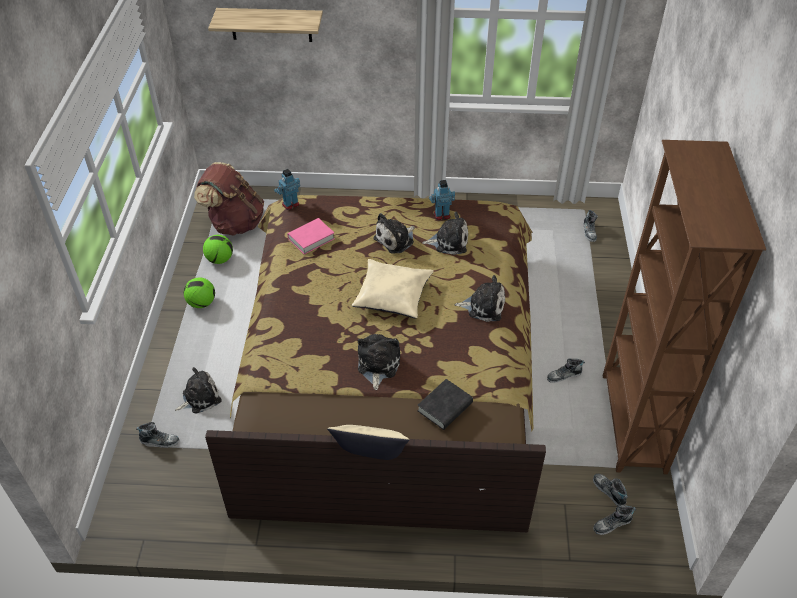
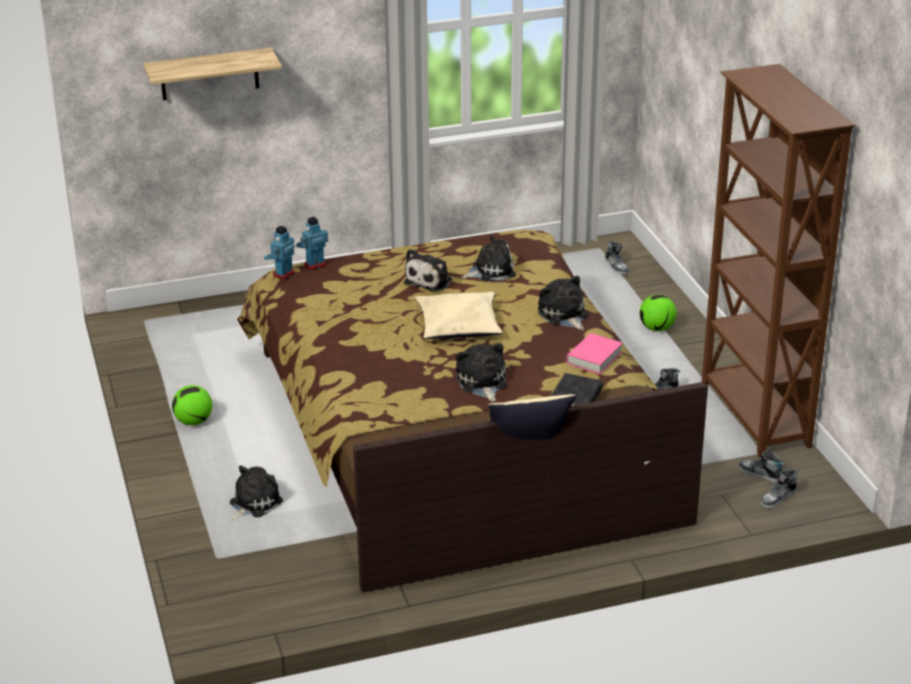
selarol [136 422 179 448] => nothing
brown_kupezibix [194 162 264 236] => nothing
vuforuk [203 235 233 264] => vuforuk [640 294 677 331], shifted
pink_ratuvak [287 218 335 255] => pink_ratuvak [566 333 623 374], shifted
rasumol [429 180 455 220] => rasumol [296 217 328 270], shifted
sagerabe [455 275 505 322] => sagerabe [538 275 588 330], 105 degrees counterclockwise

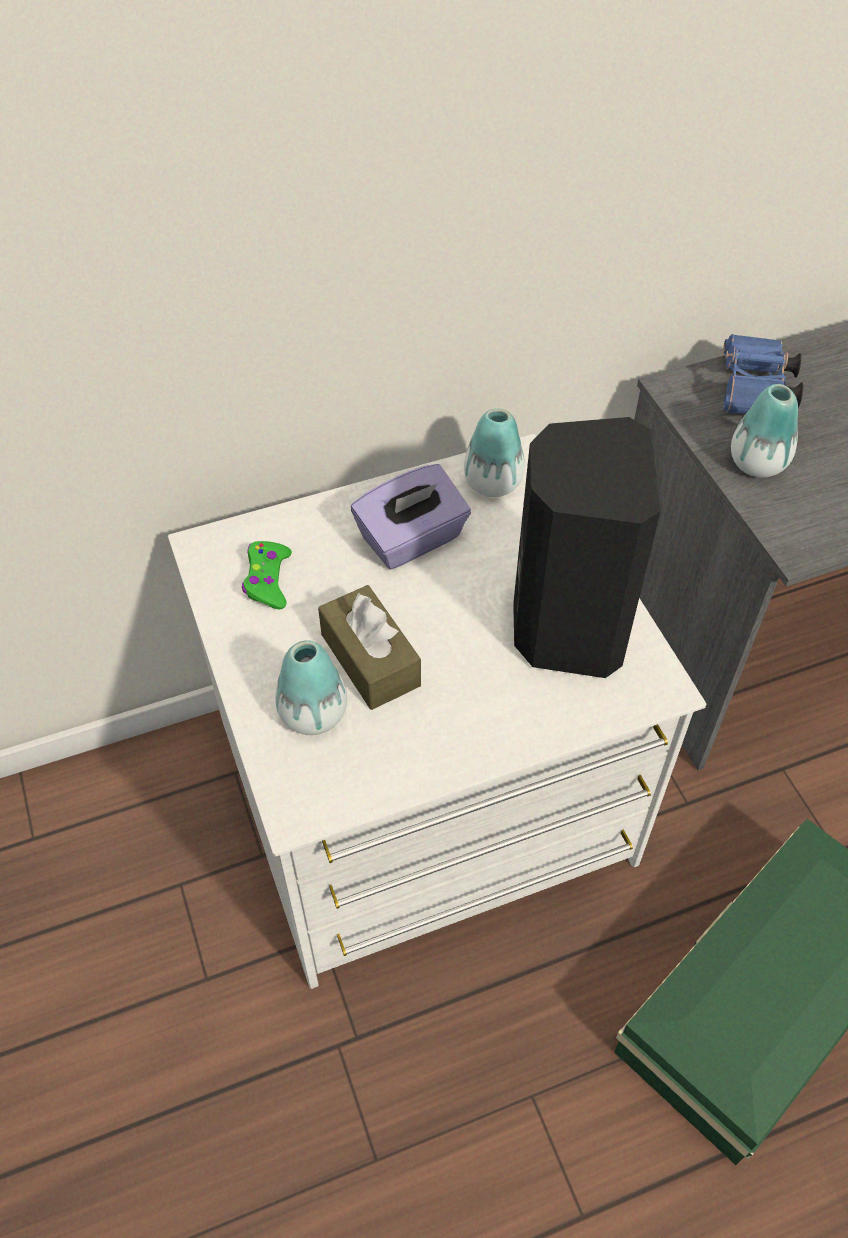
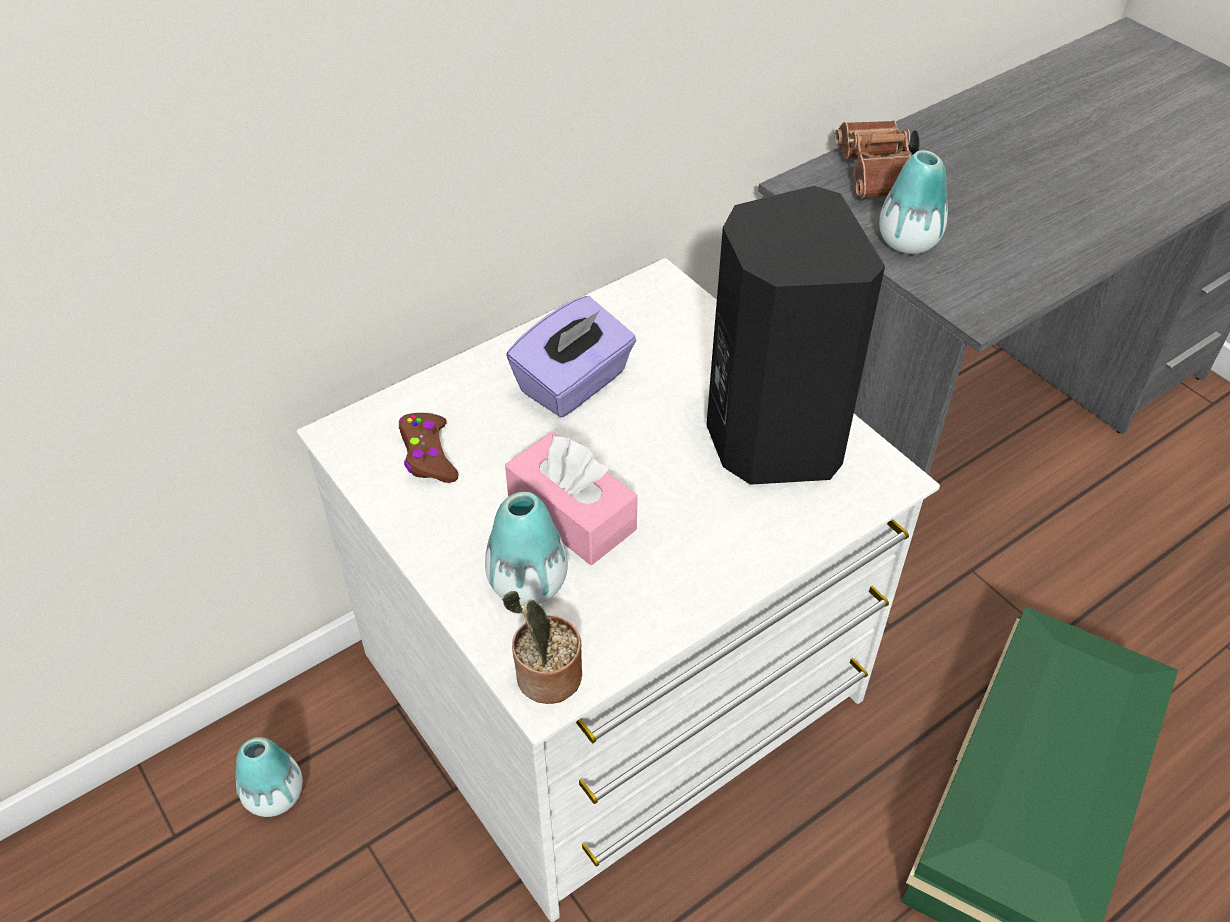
nothing => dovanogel [502 591 582 704]
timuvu [464 409 525 497] => timuvu [236 737 303 817], shifted
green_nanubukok [242 541 292 609] => brown_nanubukok [399 413 459 483]
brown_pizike [318 585 421 710] => pink_pizike [505 432 638 565]
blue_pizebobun [723 334 803 414] => brown_pizebobun [835 121 919 199]

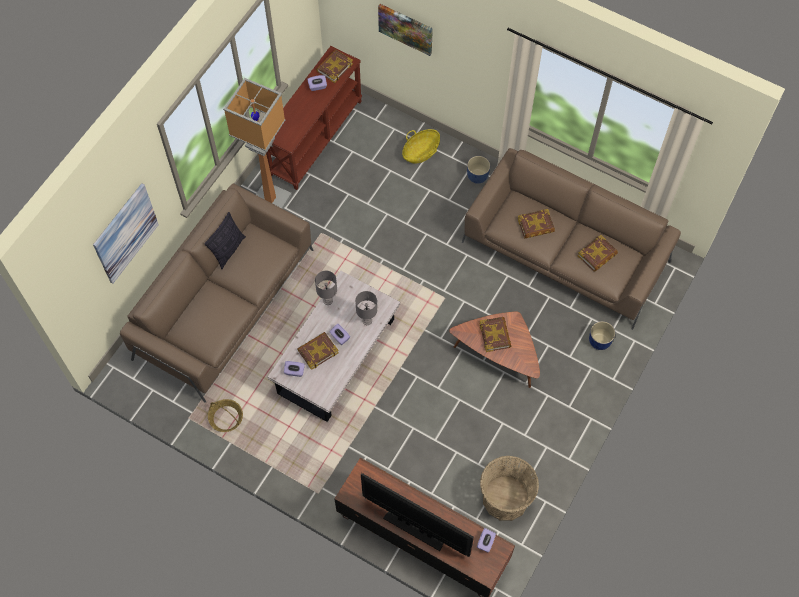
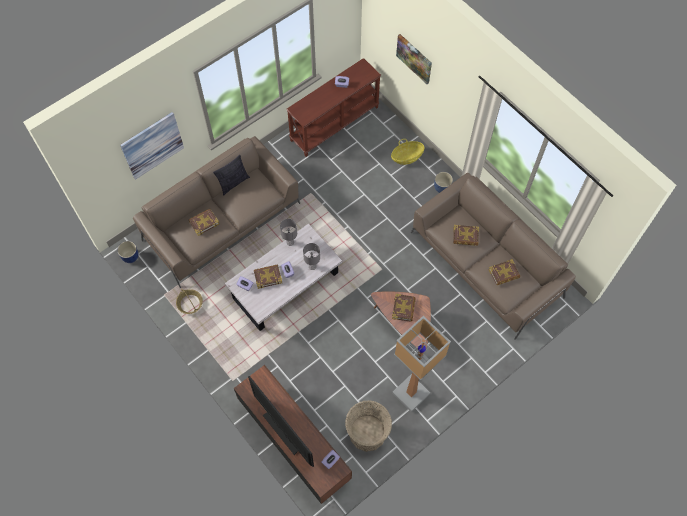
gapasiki [223 78 292 209] => gapasiki [392 316 451 412], shifted
ratuvak [316 49 353 83] => ratuvak [189 209 219 236], shifted
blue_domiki [589 321 615 350] => blue_domiki [117 241 139 263], shifted

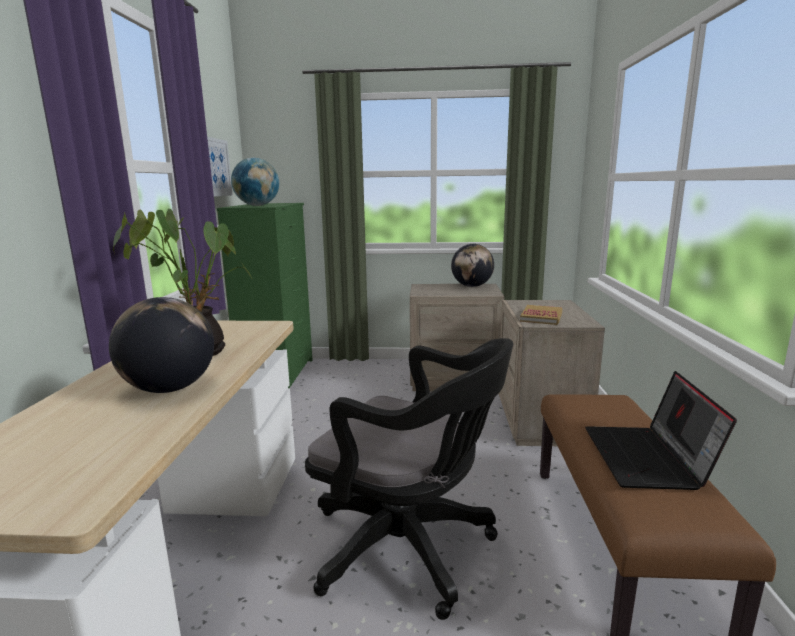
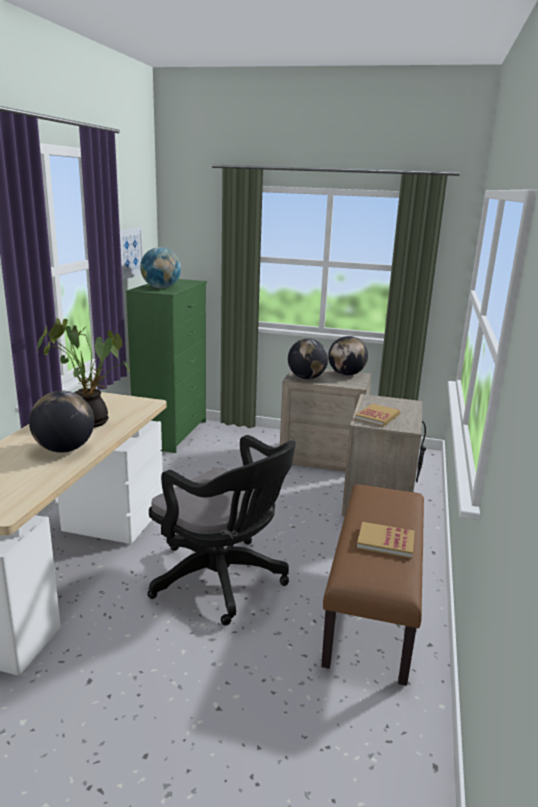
nothing => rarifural [288 338 328 379]
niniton [585 371 737 490] => ratuvak [357 522 415 559]

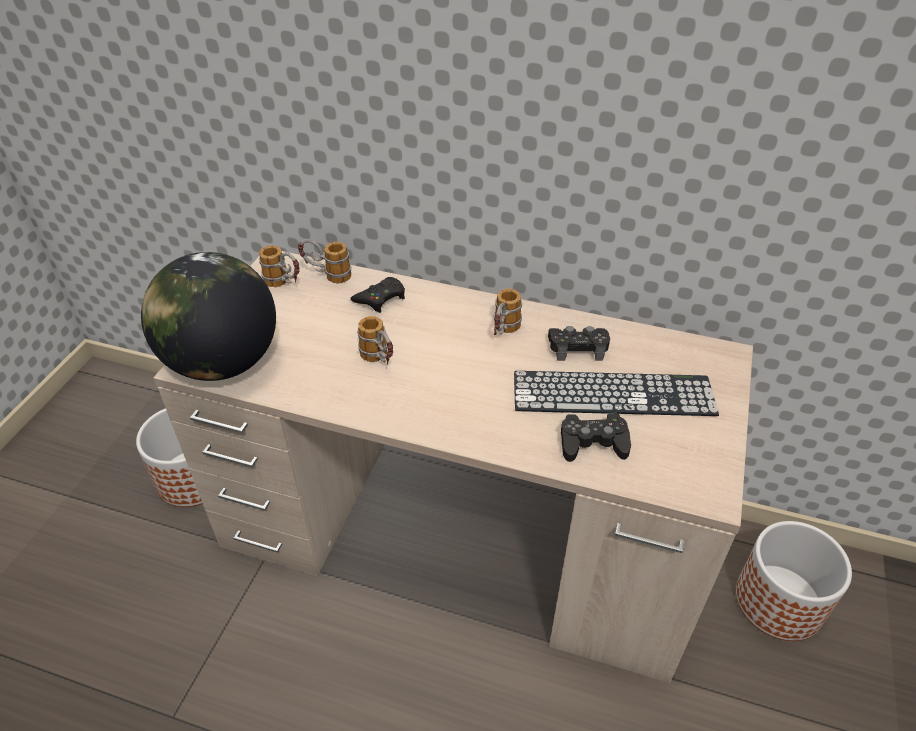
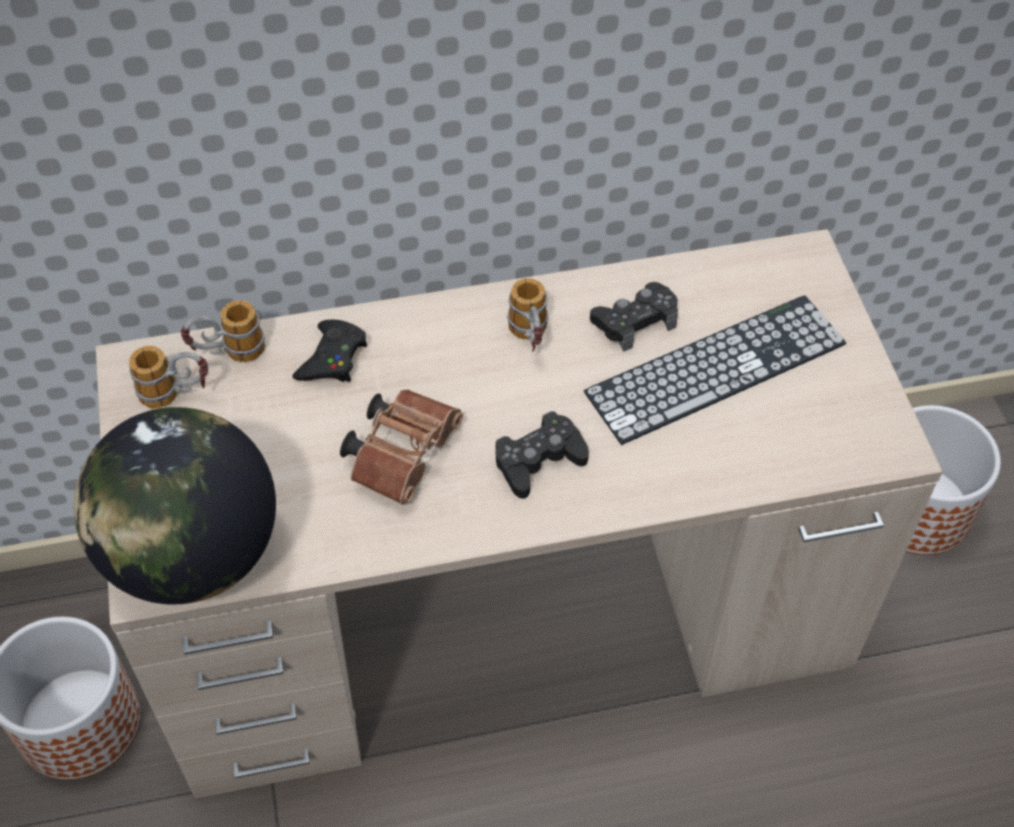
black_nanubukok [561 413 631 462] => black_nanubukok [495 411 589 499], shifted
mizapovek [357 316 393 364] => brown_pizebobun [340 390 463 505]

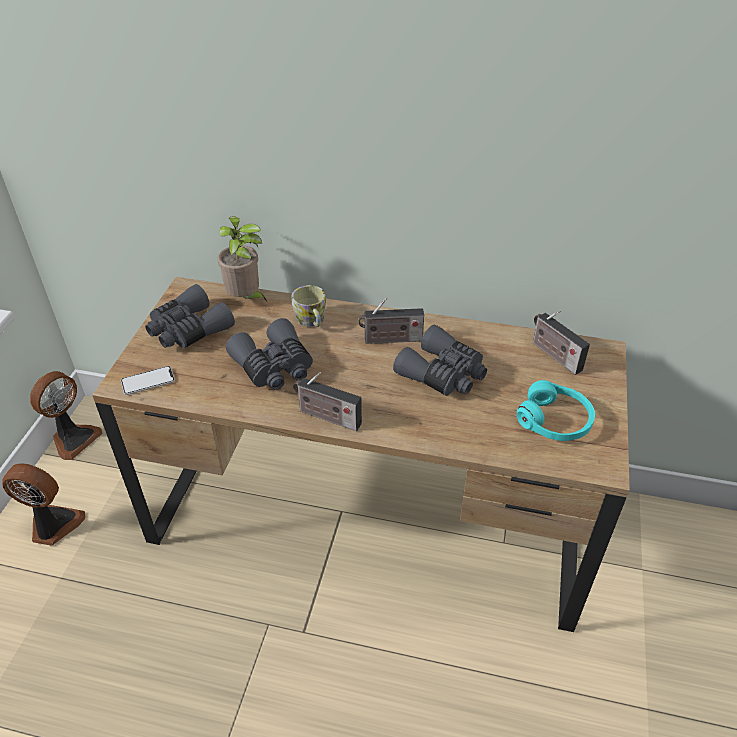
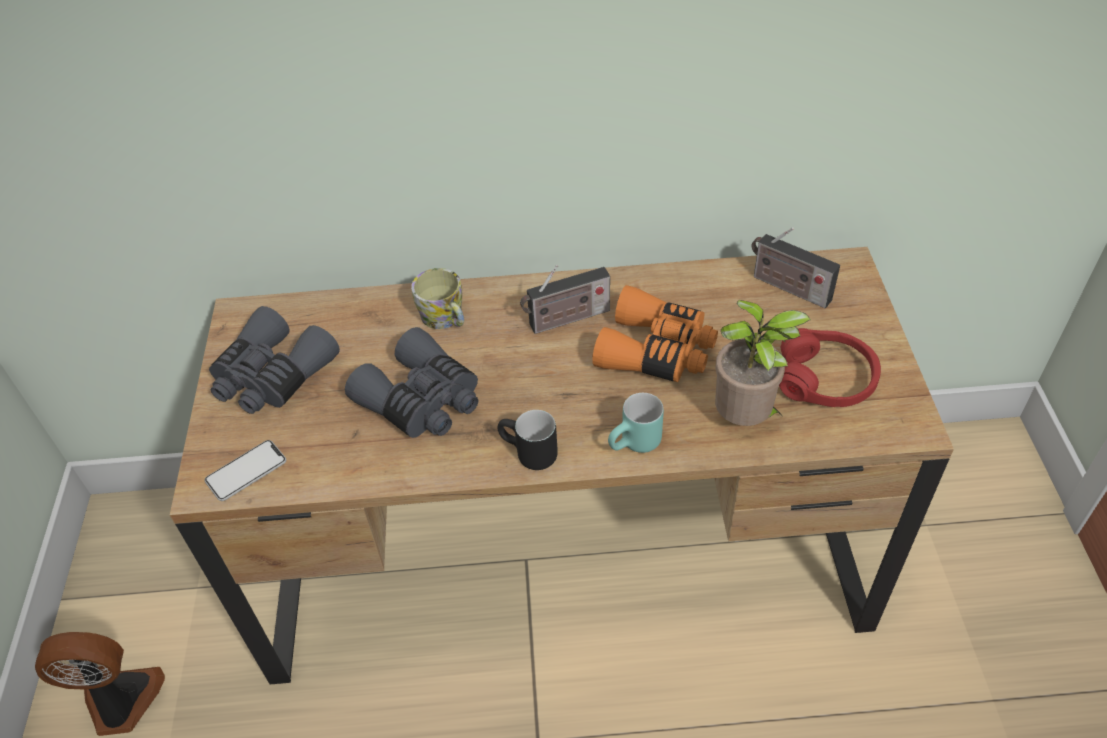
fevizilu [30 371 103 460] => nothing
nothing => turquoise_mizapovek [608 393 664 453]
dovanogel [217 216 268 303] => dovanogel [715 300 811 426], shifted
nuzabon [293 372 362 431] => black_mizapovek [498 410 558 470]
grey_pizebobun [393 325 487 396] => orange_pizebobun [592 285 718 382]
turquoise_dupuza [517 380 595 441] => red_dupuza [779 328 881 407]

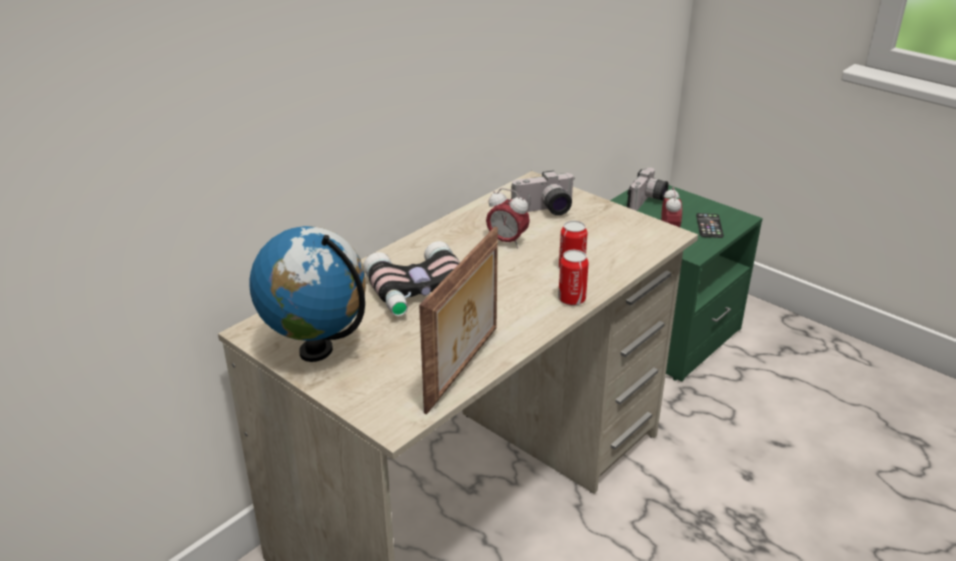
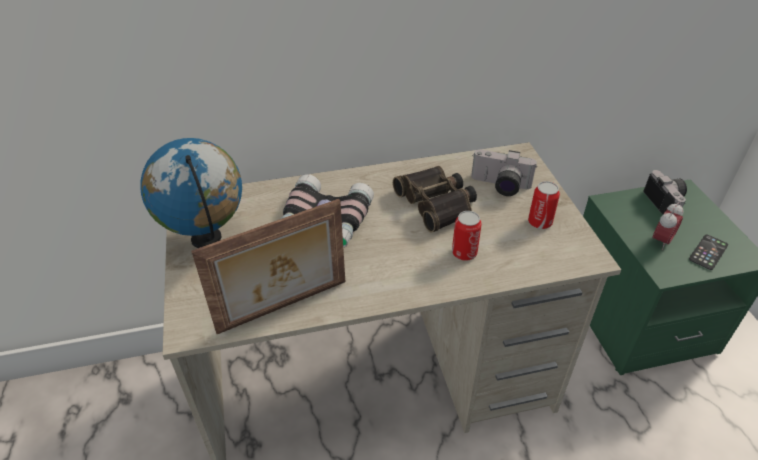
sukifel [558 250 589 306] => sukifel [528 181 560 229], shifted
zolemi [486 188 530 248] => pizebobun [393 166 477 233]
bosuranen [627 167 669 211] => bosuranen [643 170 687 215], 75 degrees counterclockwise

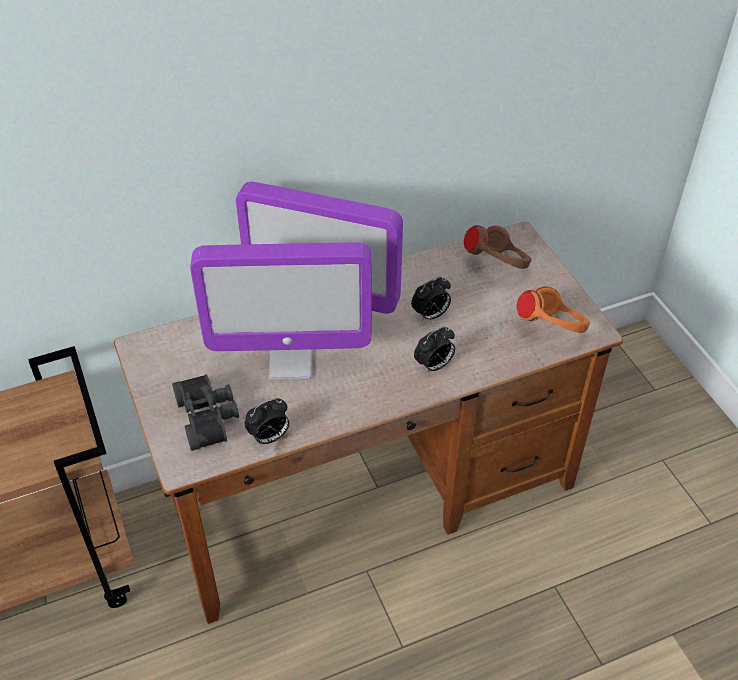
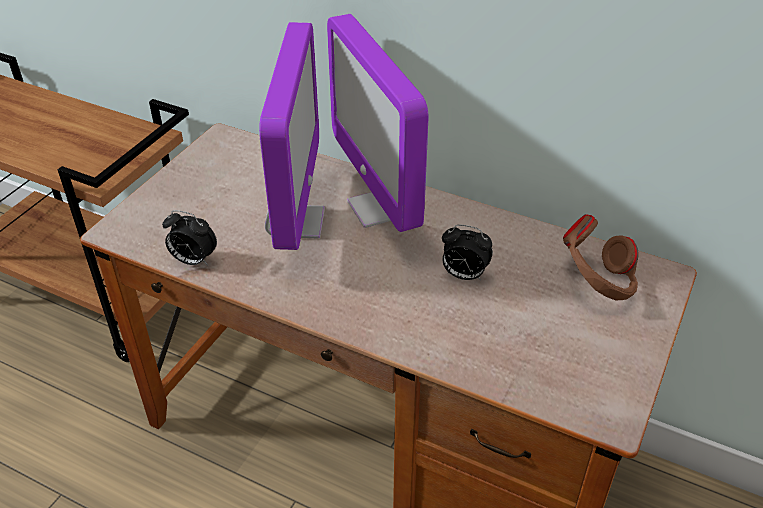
black_pizebobun [172 374 239 451] => nothing
zolemi [414 326 455 372] => nothing
orange_dupuza [517 286 590 333] => nothing
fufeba [190 242 372 380] => fufeba [259 22 325 250], 135 degrees counterclockwise

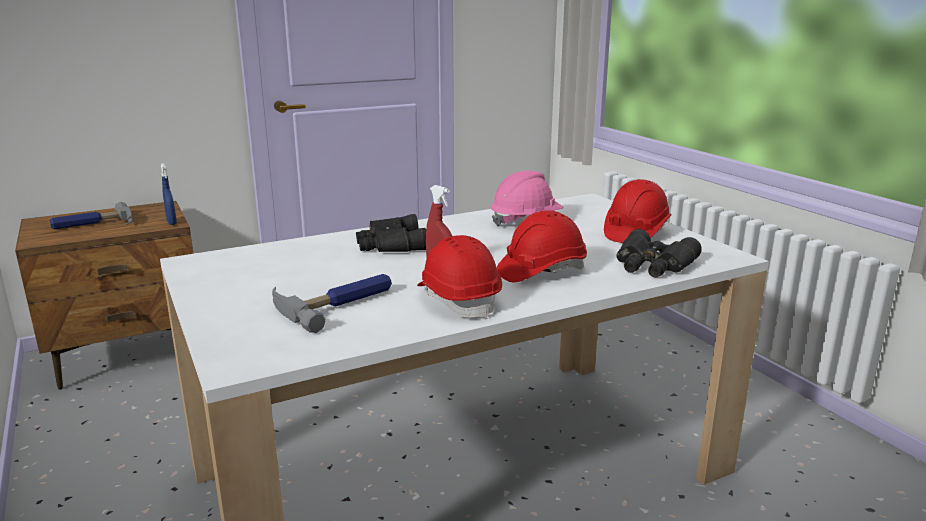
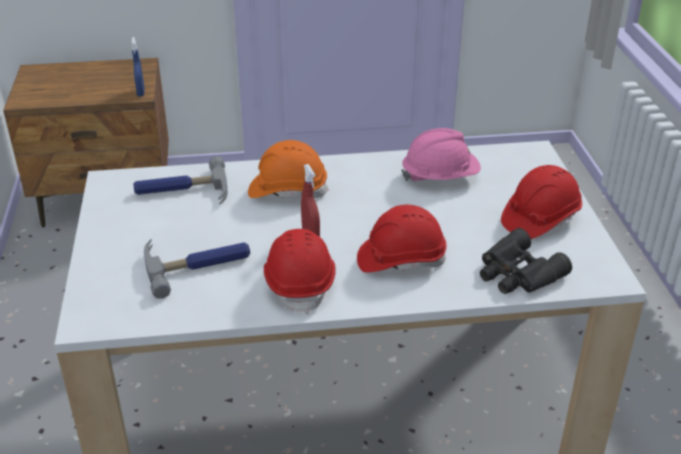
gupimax [49 202 133 229] => gupimax [133 156 228 204], shifted
black_pizebobun [356 214 426 252] => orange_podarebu [248 140 328 198]

